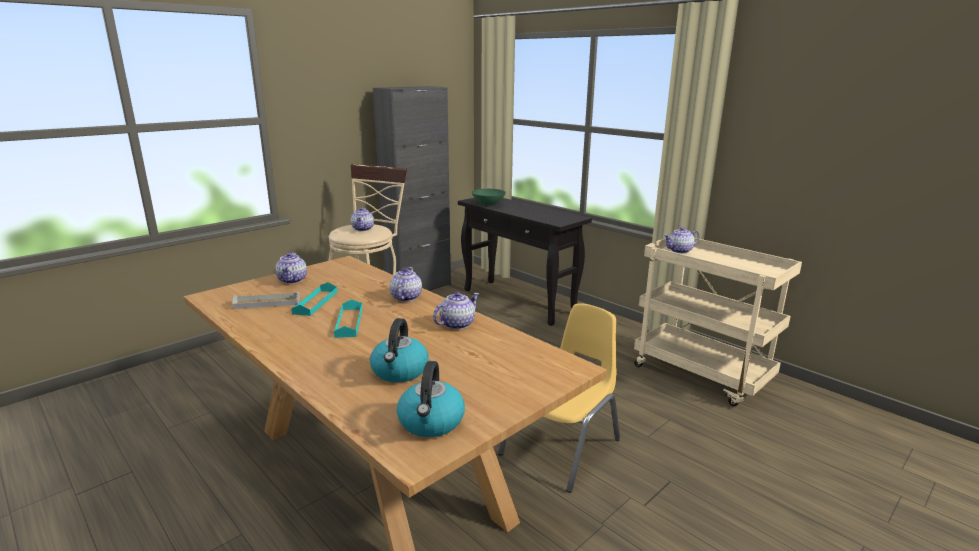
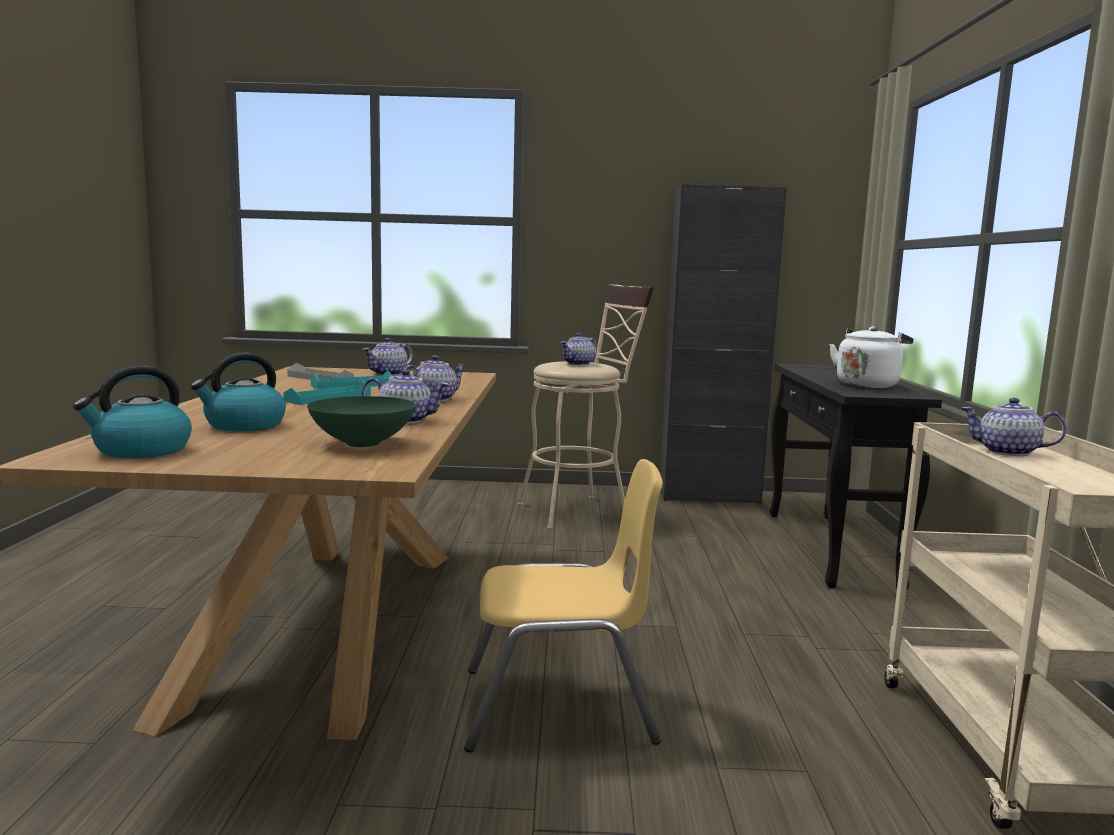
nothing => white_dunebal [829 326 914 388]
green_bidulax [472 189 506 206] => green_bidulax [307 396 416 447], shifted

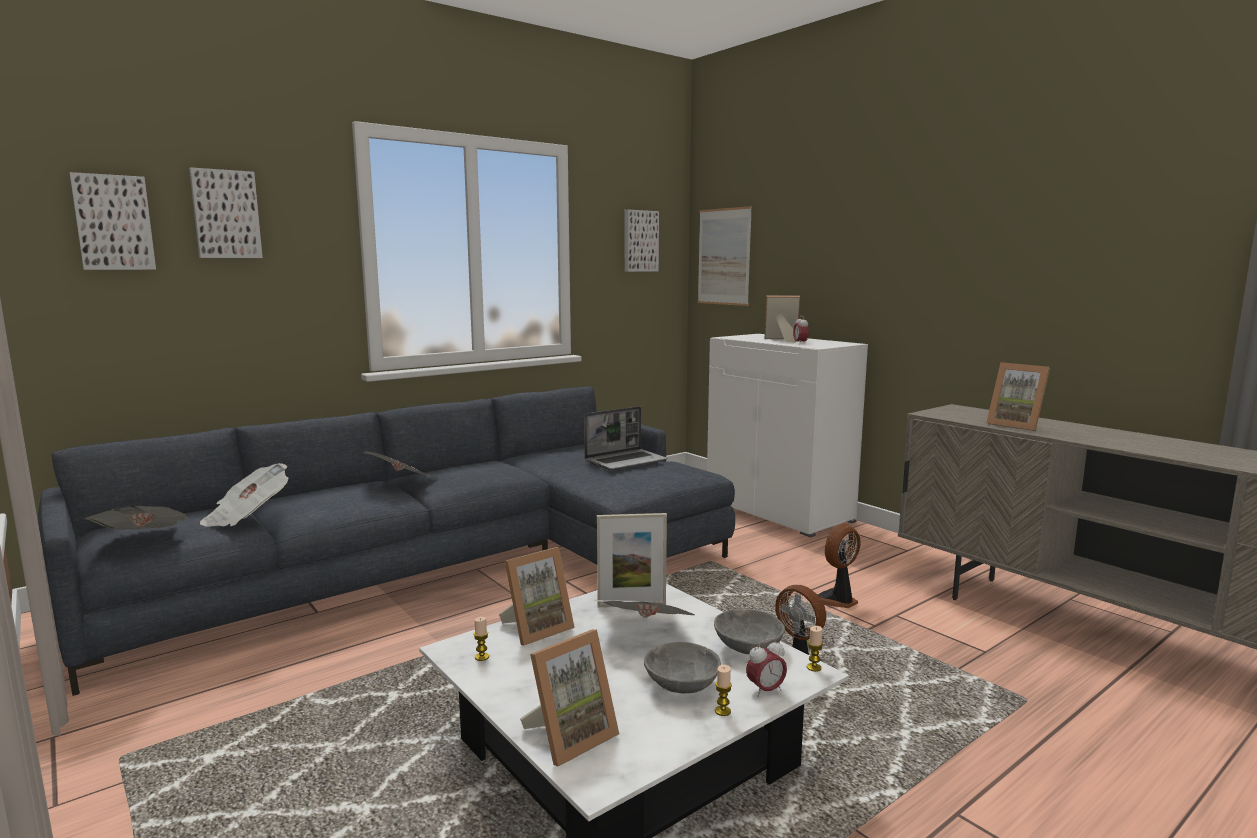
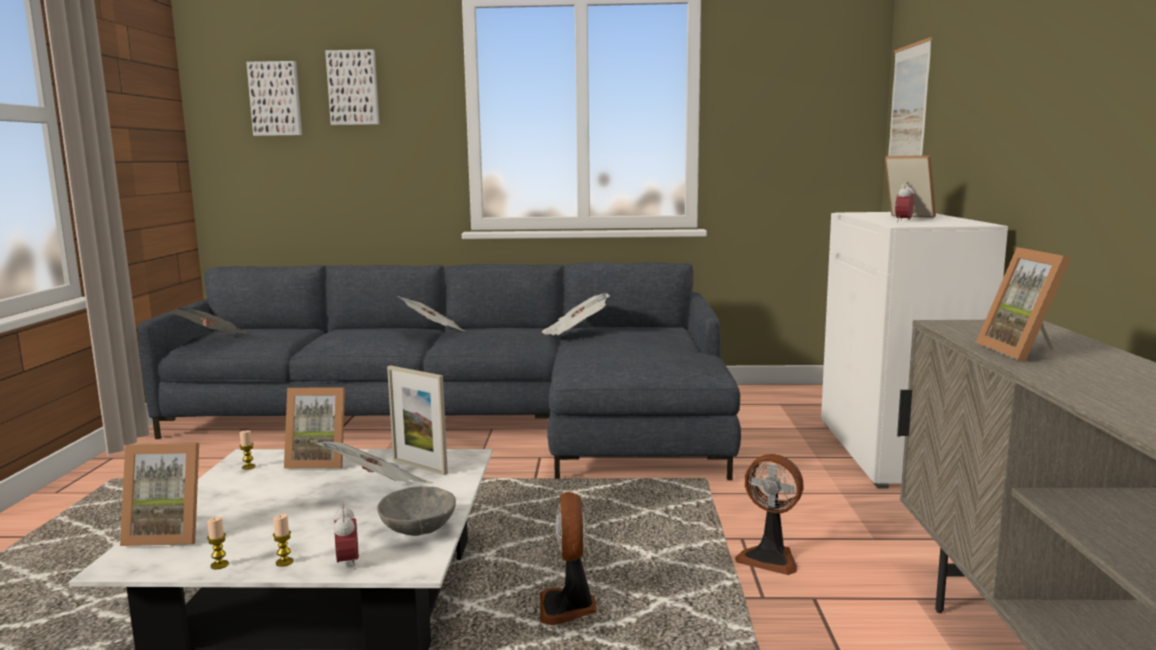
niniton [584 406 667 470] => nothing
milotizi [625 210 659 272] => nothing
grey_bidulax [644 642 721 693] => nothing
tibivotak [200 463 288 527] => tibivotak [542 293 610 335], shifted
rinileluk [807 626 823 672] => rinileluk [207 517 229 570], shifted
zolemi [746 638 787 697] => zolemi [334 504 359 570], 120 degrees counterclockwise
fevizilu [817 524 861 608] => fevizilu [735 454 804 575], 150 degrees counterclockwise

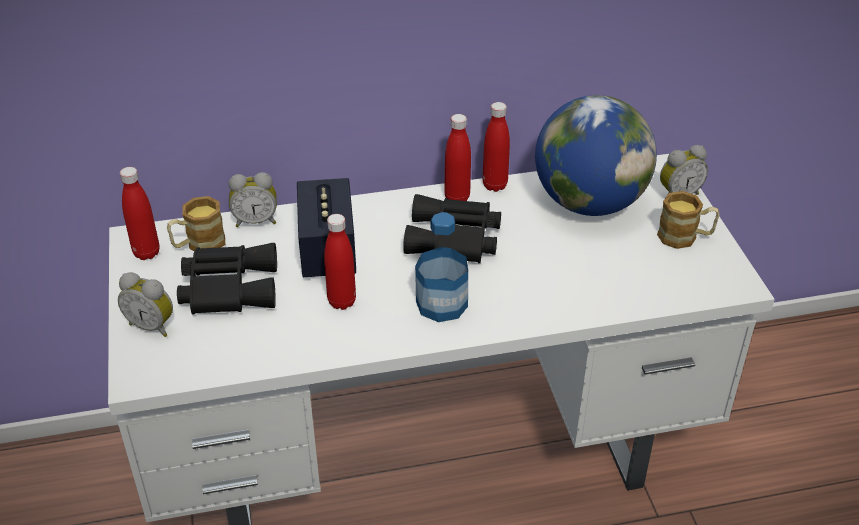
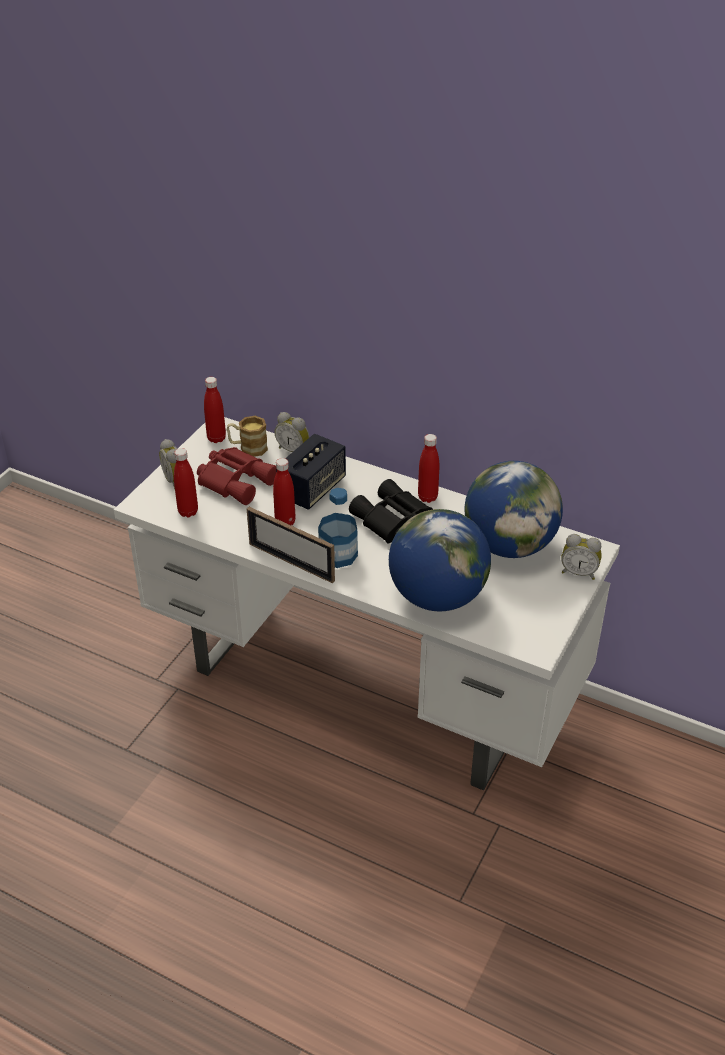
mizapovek [657 191 720 249] => nothing
nothing => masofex [247 507 335 583]
nothing => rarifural [389 509 491 611]
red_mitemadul [483 102 510 192] => red_mitemadul [174 448 198 517], shifted
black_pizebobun [177 243 277 314] => red_pizebobun [197 447 276 505]

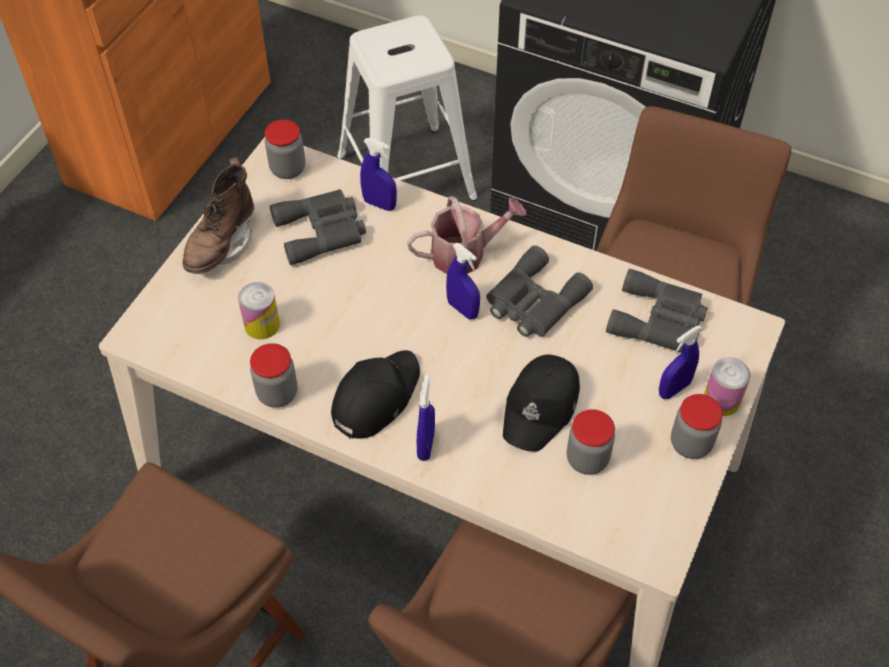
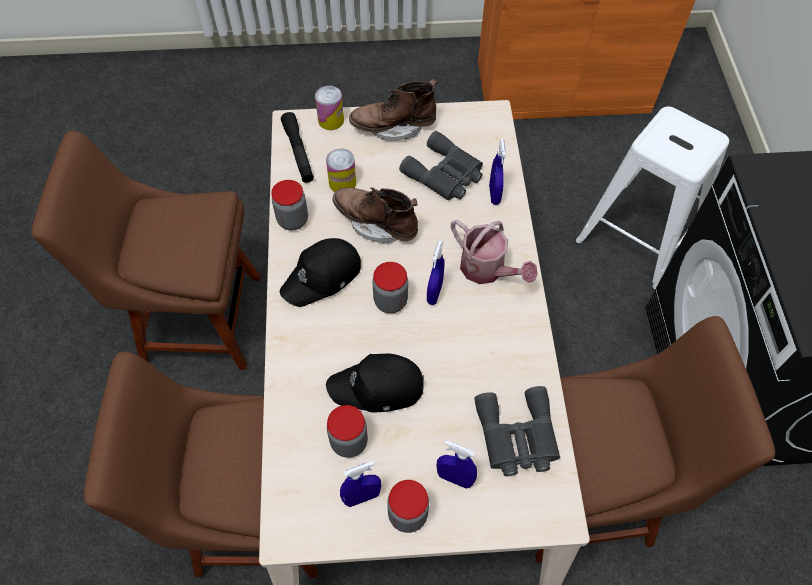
grey_pizebobun [486 245 593 337] => nothing
nothing => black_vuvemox [281 112 314 183]
nothing => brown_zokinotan [332 187 418 245]
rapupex [265 120 305 179] => rapupex [372 262 408 313], shifted
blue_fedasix [417 375 435 461] => blue_fedasix [340 461 381 507], shifted
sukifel [704 357 751 416] => sukifel [315 86 344 130], shifted
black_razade [331 350 420 439] => black_razade [280 238 361 307], 135 degrees clockwise

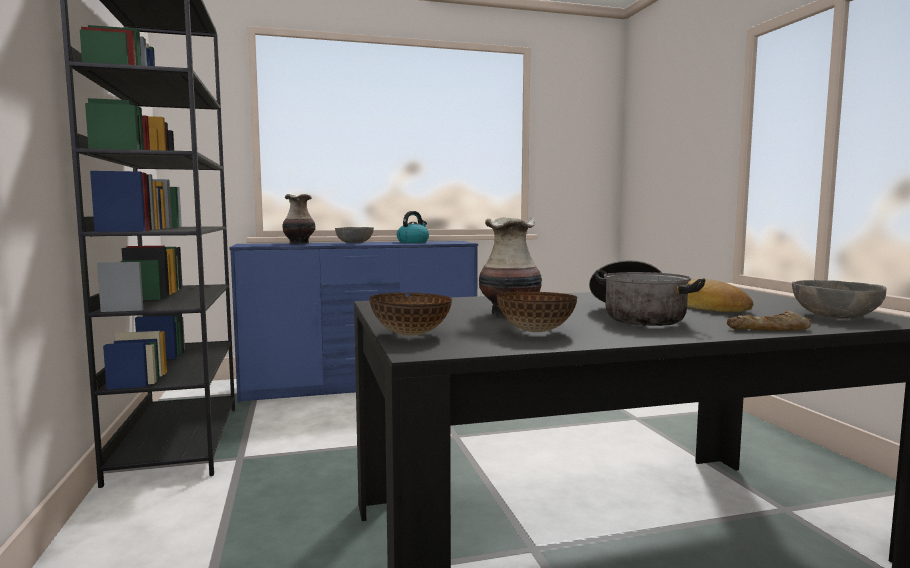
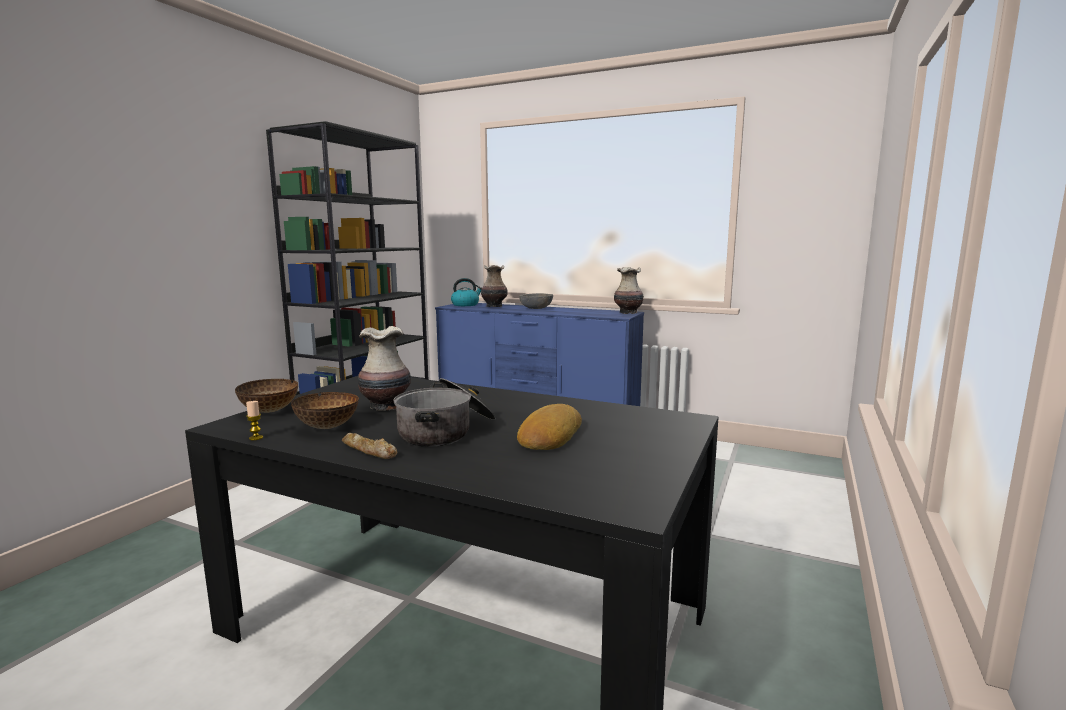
grey_bidulax [792 280 887 319] => nothing
nothing => rinileluk [246 401 263 440]
nothing => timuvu [614 267 644 314]
dunebal [397 211 429 243] => dunebal [451 278 482 306], shifted
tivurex [727 311 811 331] => tivurex [342 433 398 459], shifted

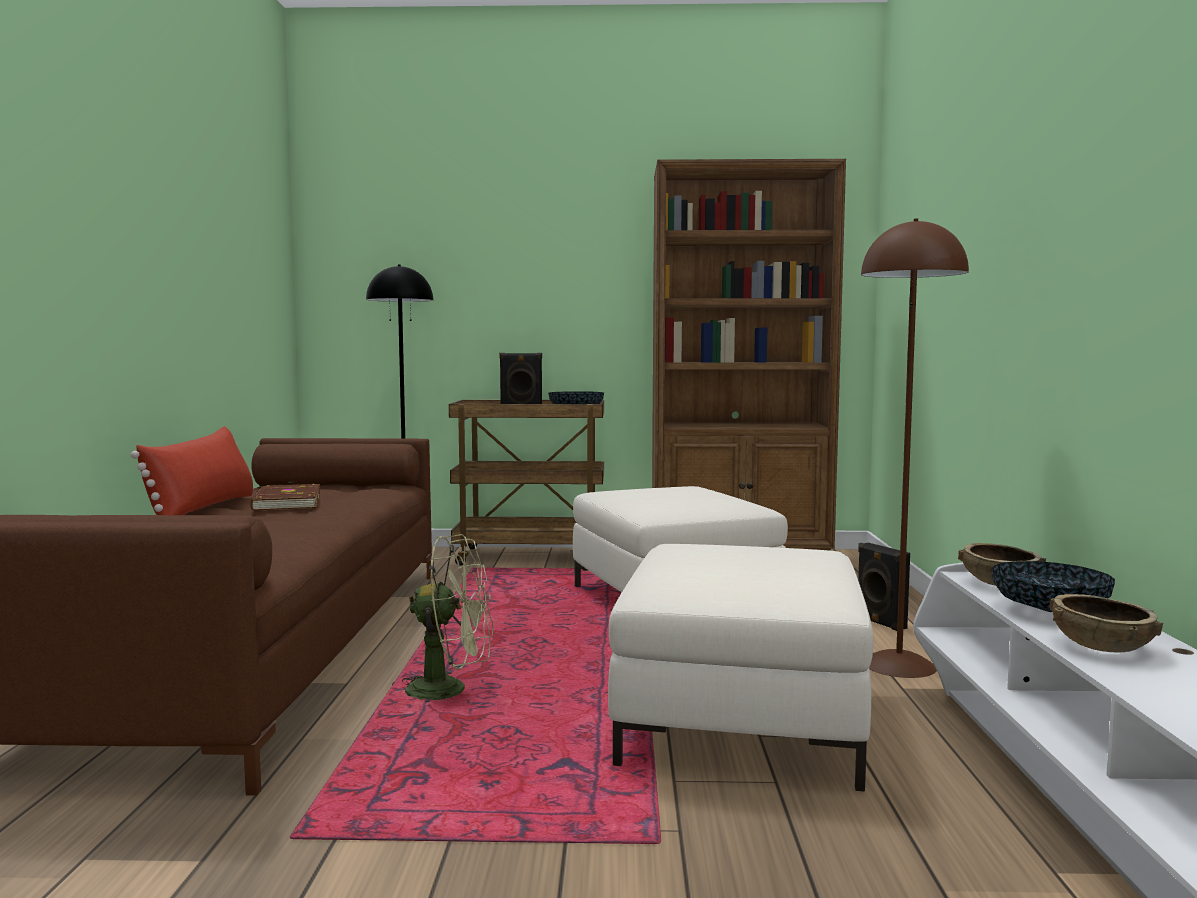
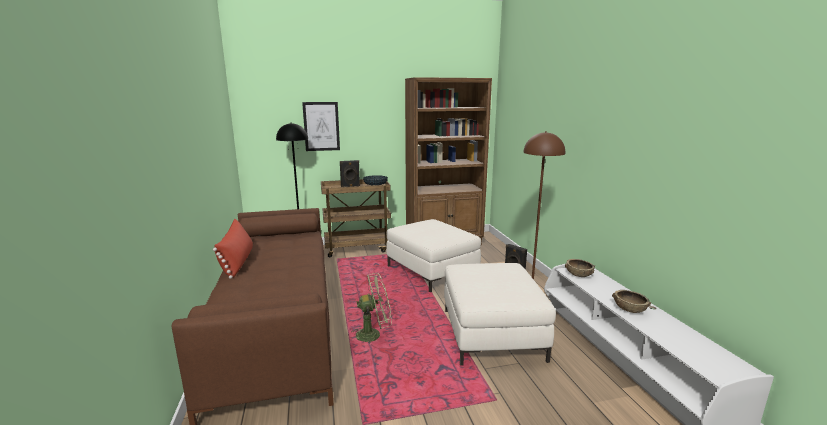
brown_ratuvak [250 484 320 511] => nothing
bidulax [991 561 1115 612] => nothing
nothing => milotizi [302 102 340 151]

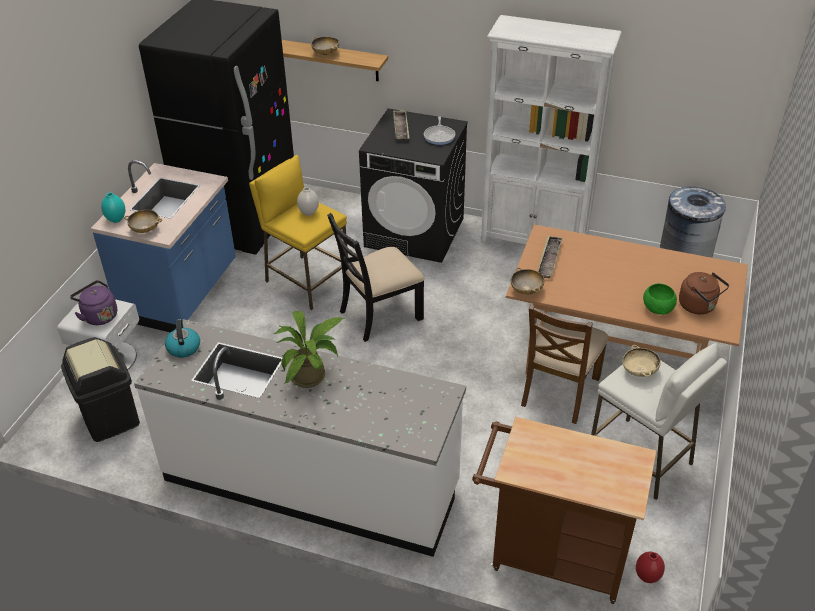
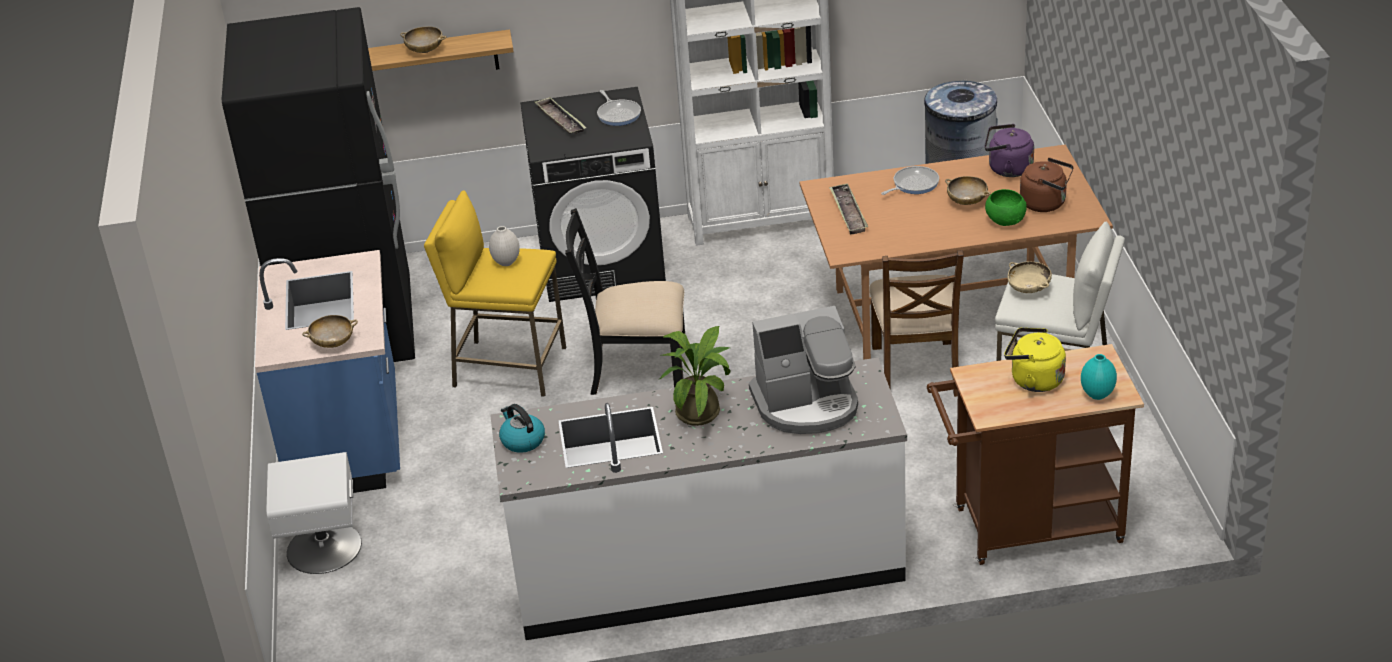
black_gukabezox [61 337 140 442] => nothing
red_timuvu [636 552 665 583] => nothing
nothing => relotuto [749 306 858 434]
nothing => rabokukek [881 166 939 195]
nothing => yellow_dunebal [1004 328 1066 392]
purple_dunebal [70 280 117 325] => purple_dunebal [985 124 1034 177], shifted
turquoise_timuvu [101 193 126 223] => turquoise_timuvu [1081 354 1117 400], shifted
beige_bidulax [511 267 545 294] => beige_bidulax [945 176 991 205], shifted
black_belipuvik [327 213 425 342] => black_belipuvik [565 208 685 395], 60 degrees clockwise

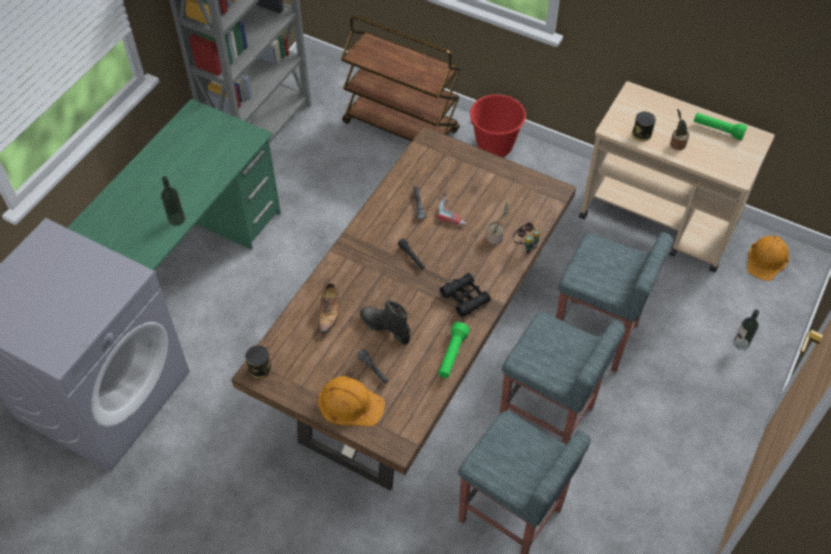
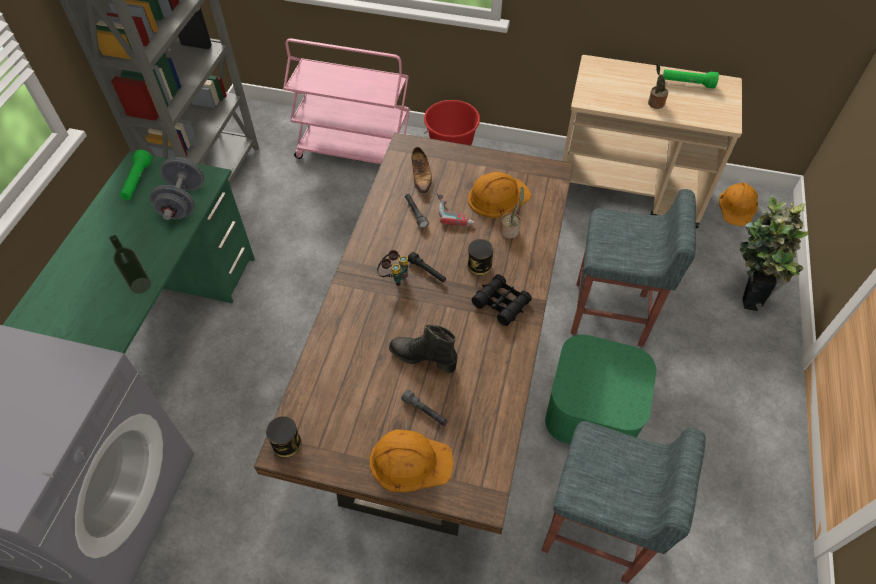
nothing => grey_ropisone [149 157 204 220]
nothing => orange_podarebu [468 172 532 218]
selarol [319 283 339 334] => selarol [411 147 432 194], shifted
green_vuvemox [438 322 470 378] => green_vuvemox [120 150 152 200], shifted
pizebobun [513 223 541 253] => pizebobun [377 250 408 286], shifted
sukifel [632 112 656 141] => sukifel [467 239 493 276], shifted
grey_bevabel [500 312 625 444] => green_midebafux [545 335 656 444]
mitemadul [733 309 760 350] => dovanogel [740 195 809 311]
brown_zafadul [341 15 461 141] => pink_zafadul [283 38 410 164]

